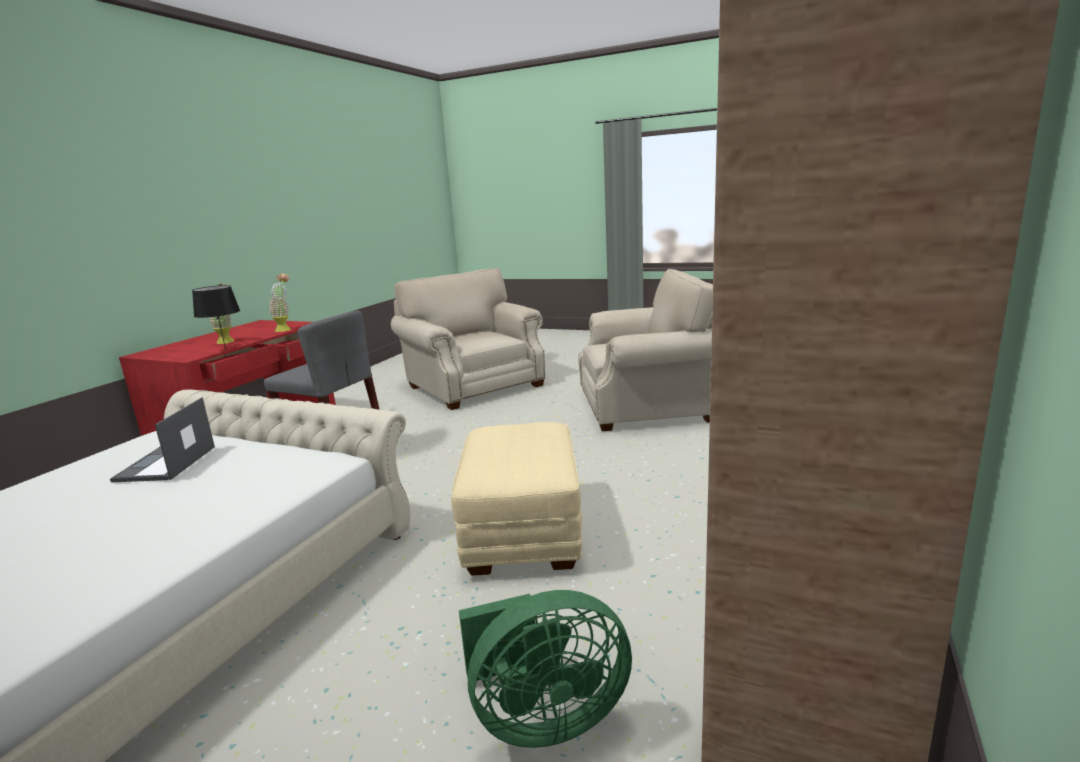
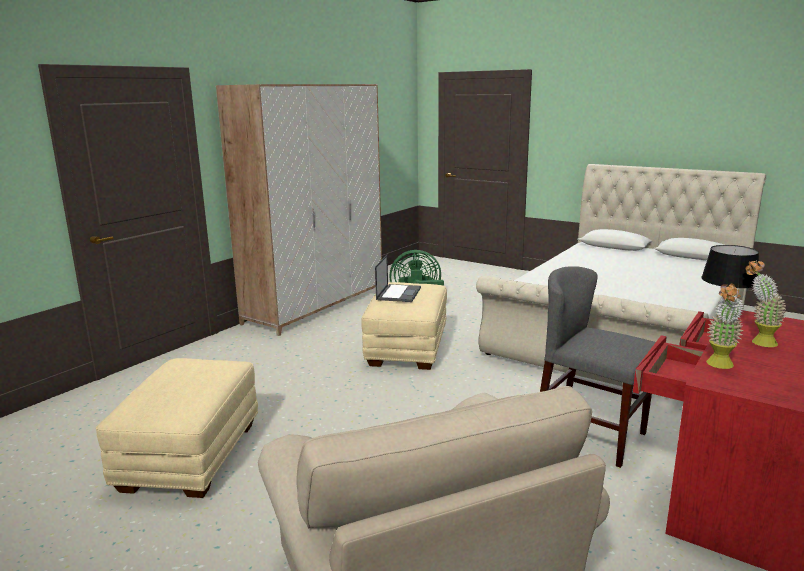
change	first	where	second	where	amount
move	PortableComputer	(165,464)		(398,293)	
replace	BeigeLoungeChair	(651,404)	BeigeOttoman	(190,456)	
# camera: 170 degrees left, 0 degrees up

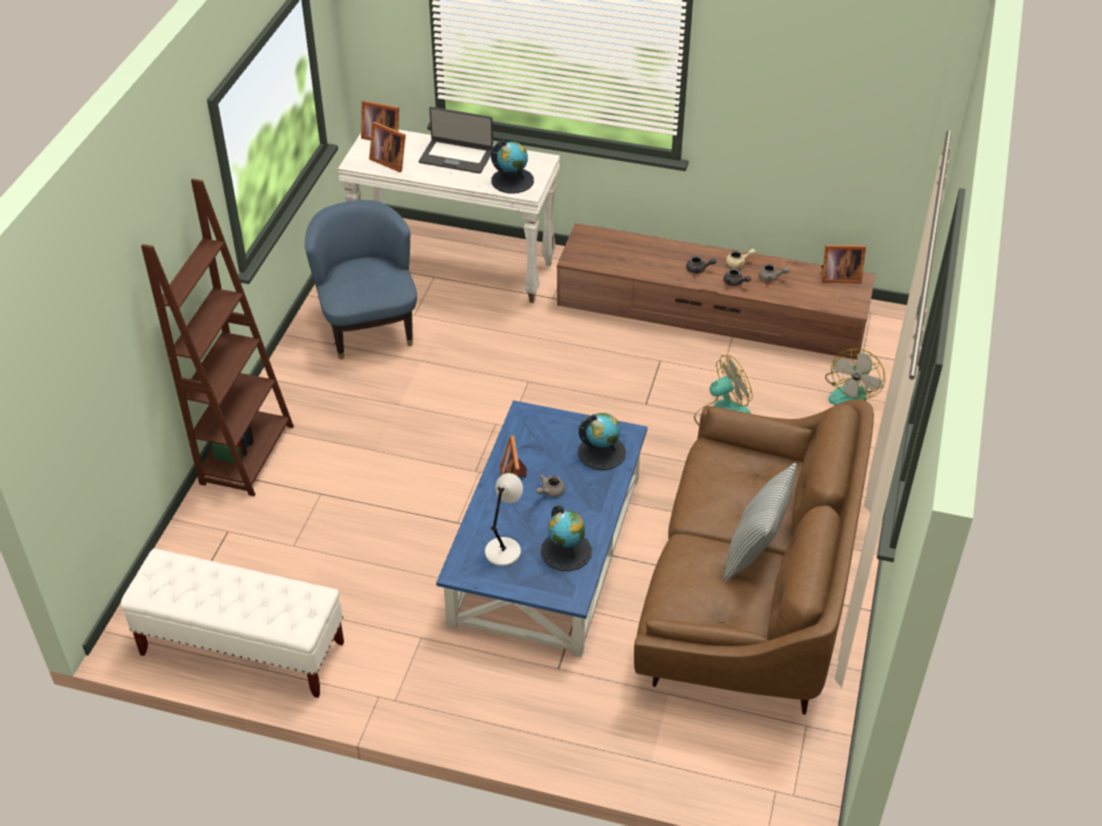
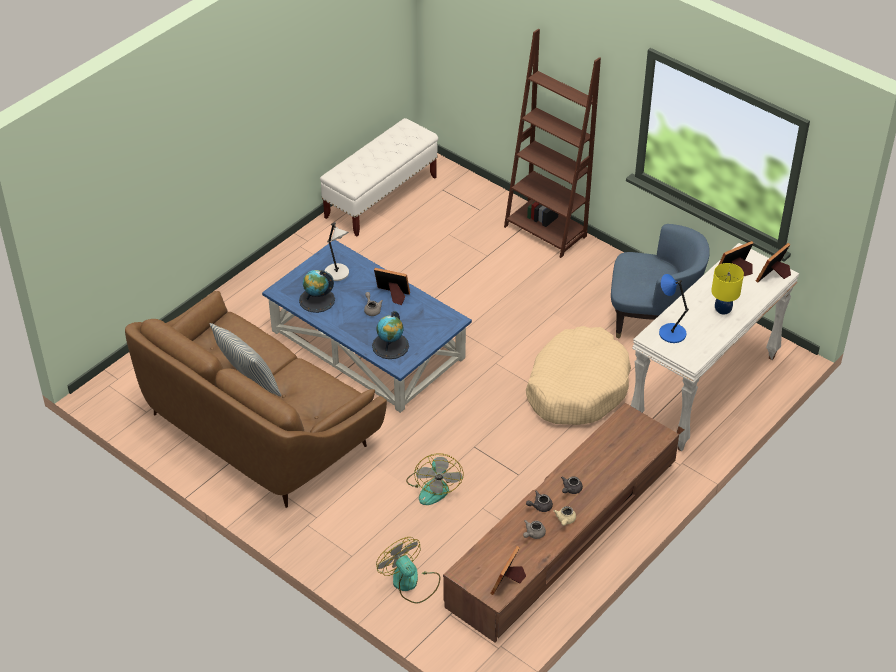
change	first	where	second	where	amount
insert			BeigeDogCushion	(577,387)	
replace	PortableComputer	(456,156)	YellowColouredTabletopLamp	(723,311)	
replace	DeskGlobe	(512,180)	BluishTabletopLamp	(670,333)	
# camera: 115 degrees right, 0 degrees up

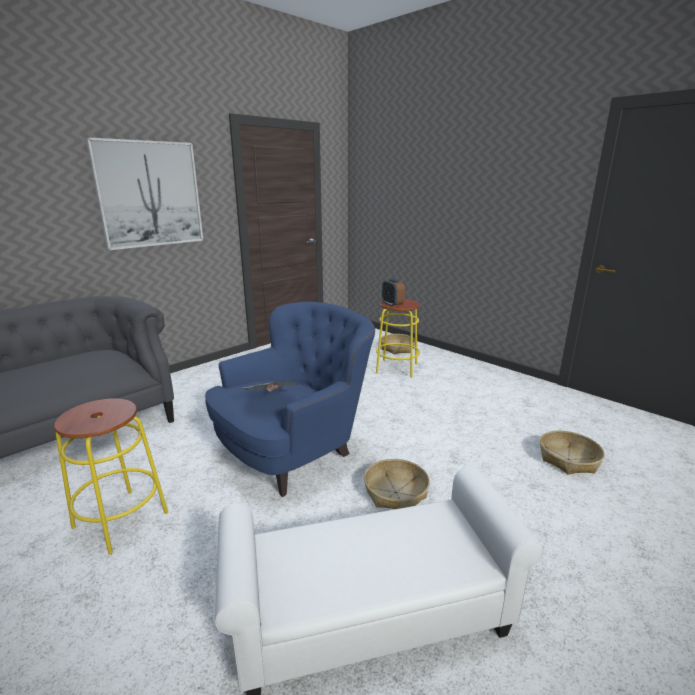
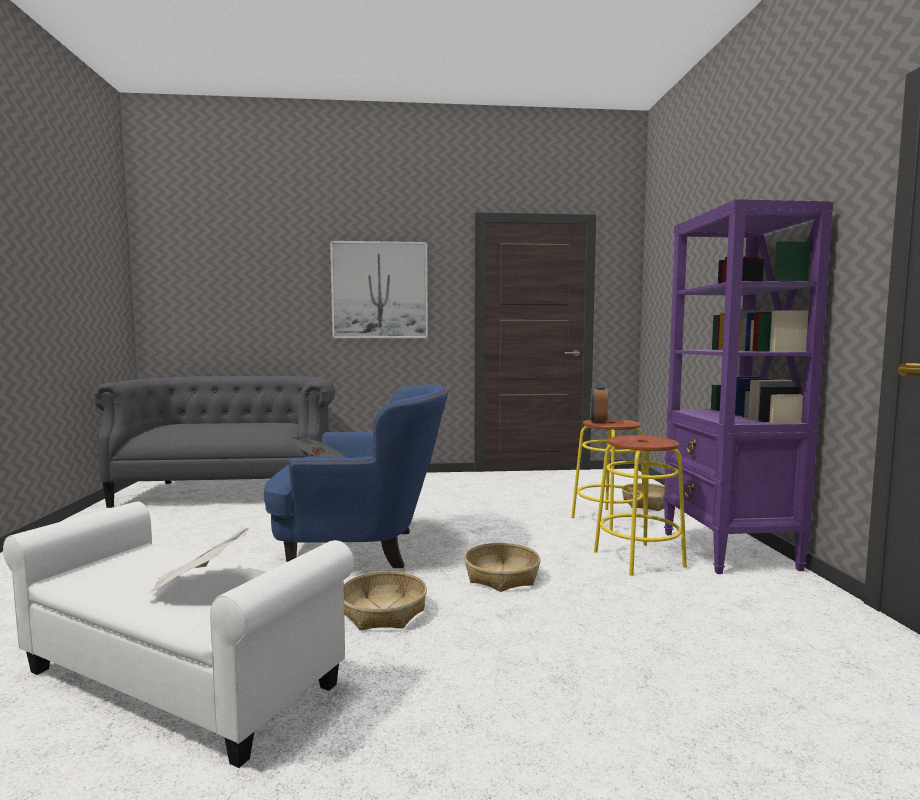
change	first	where	second	where	amount
insert			Newspaper	(199,585)	
insert			PurpleBookshelf	(729,551)	
move	YellowColouredSittingStool	(121,520)		(638,559)	
move	HouseholdBasket	(568,459)		(501,576)	
# camera: 40 degrees right, 15 degrees down

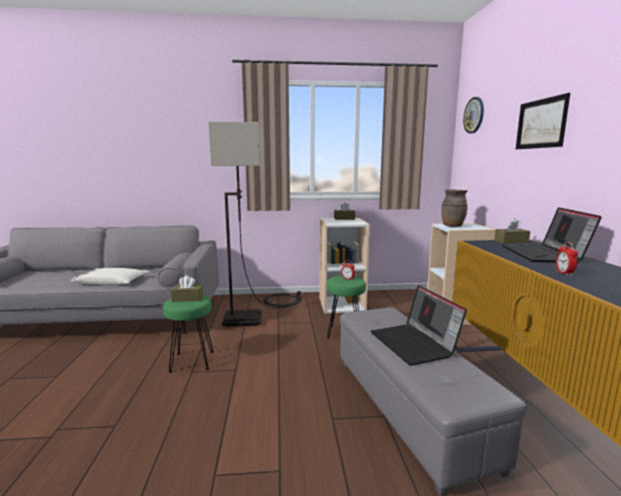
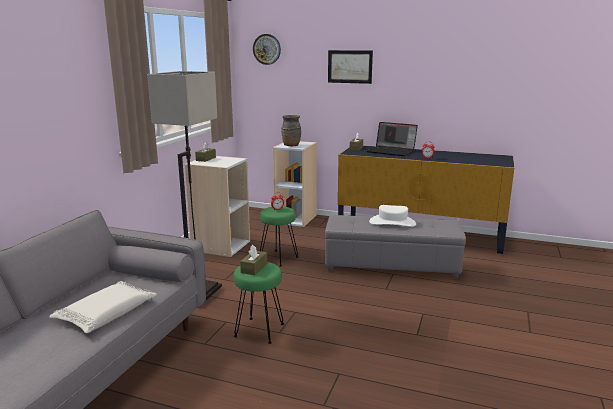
change	first	where	second	where	amount
replace	PortableComputer	(415,344)	WhiteColouredClothingHat	(392,222)	
# camera: 65 degrees left, 5 degrees up

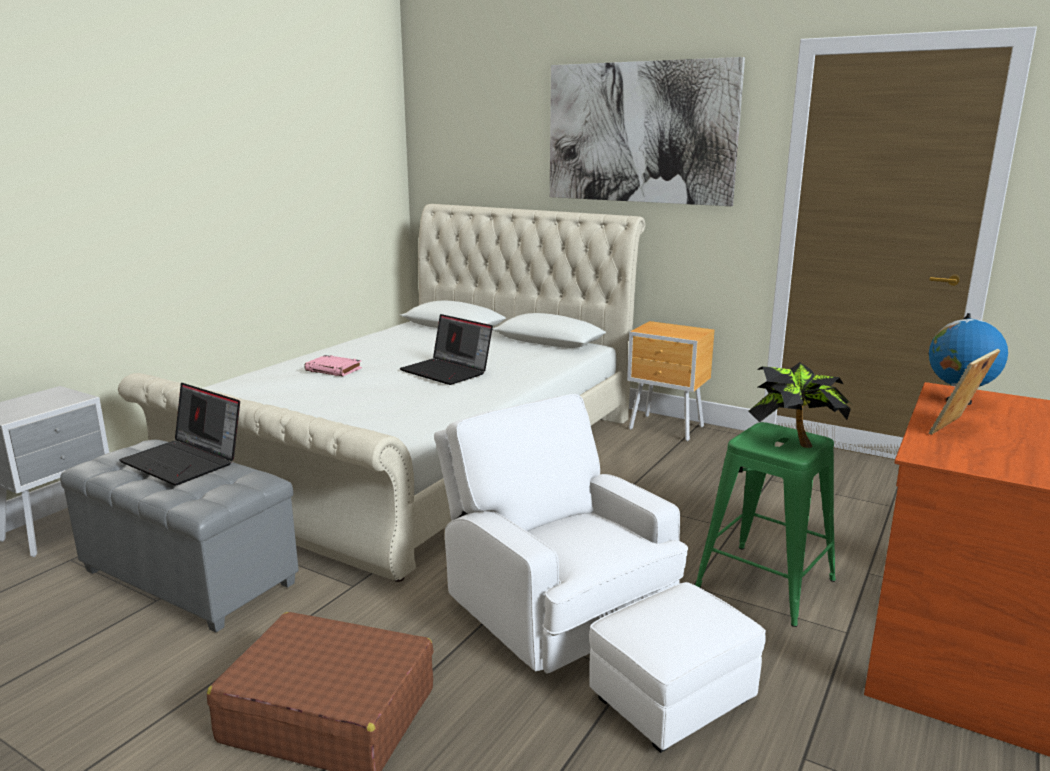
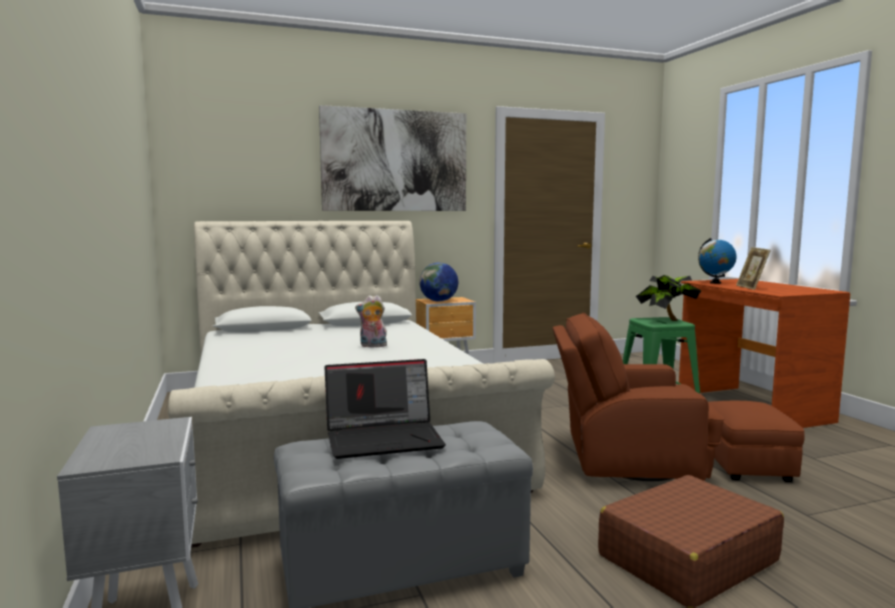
change	first	where	second	where	amount
delete	PinkBook	(334,370)			
insert			DeskGlobe	(439,301)	
replace	PortableComputer	(448,371)	CuddlyToy	(372,346)	
recolor	WhiteColouredLoungeChair	(581,627)	BrownLoungeChair	(655,462)	
# camera: 50 degrees left, 10 degrees down

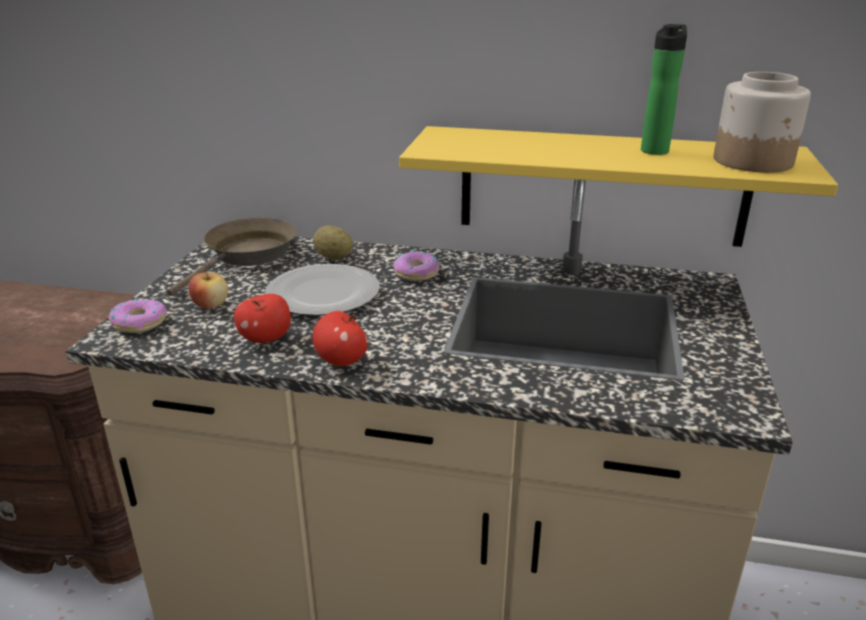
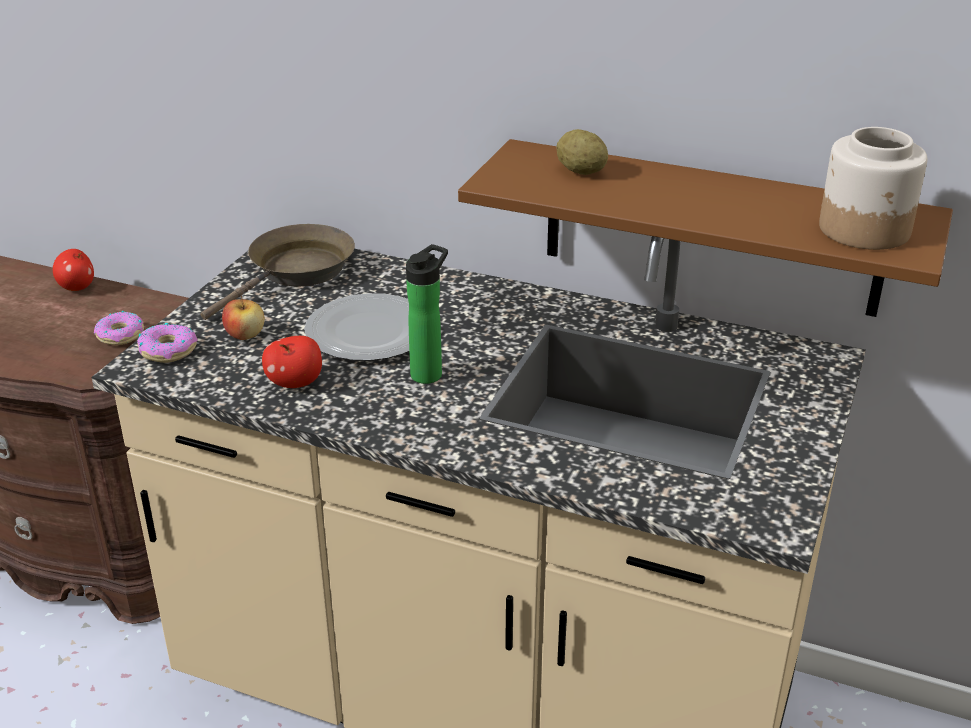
change	first	where	second	where	amount
move	Apple	(341,361)		(77,287)	
move	WholePotato	(333,257)		(581,171)	
move	RingDoughnut	(417,273)		(121,335)	
move	DrinkBottle	(655,150)		(429,373)	
recolor	YellowColouredWallShelf	(602,186)	BrownWallShelf	(711,228)	
# camera: 10 degrees right, 5 degrees up

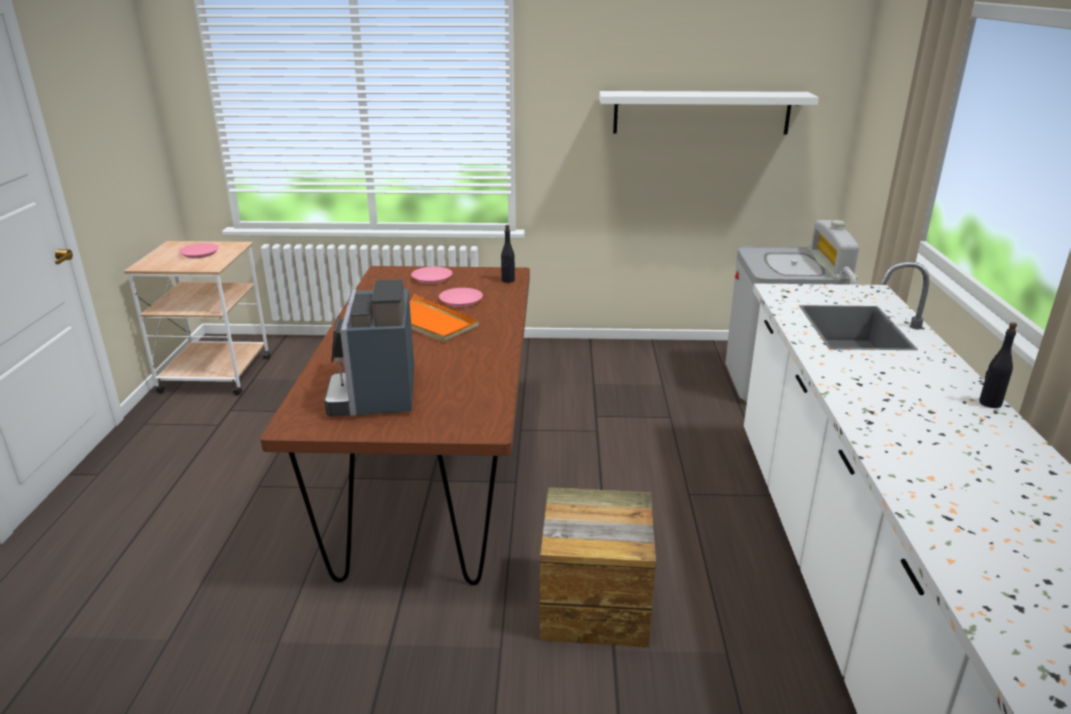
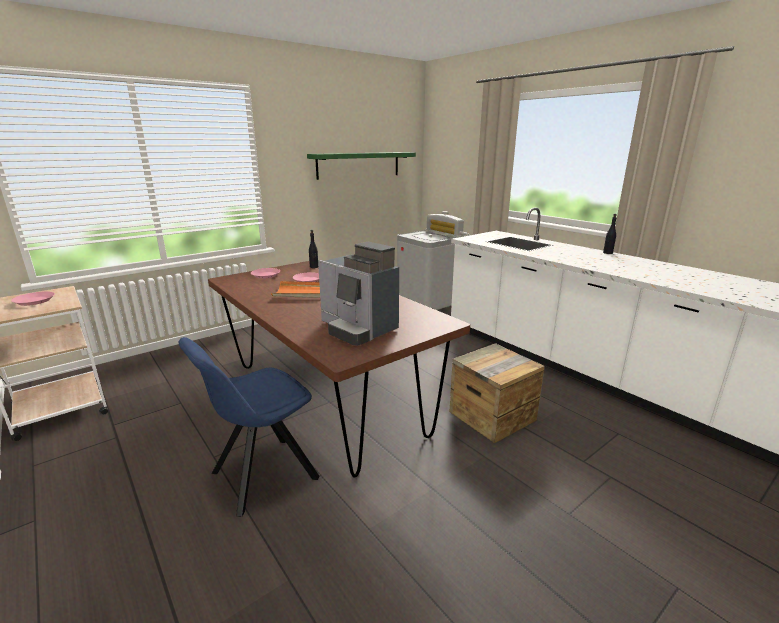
change	first	where	second	where	amount
insert			BluishChair	(264,475)	
recolor	WhiteColouredWallShelf	(701,112)	GreenColouredWallShelf	(359,165)	
# camera: 40 degrees left, 5 degrees down

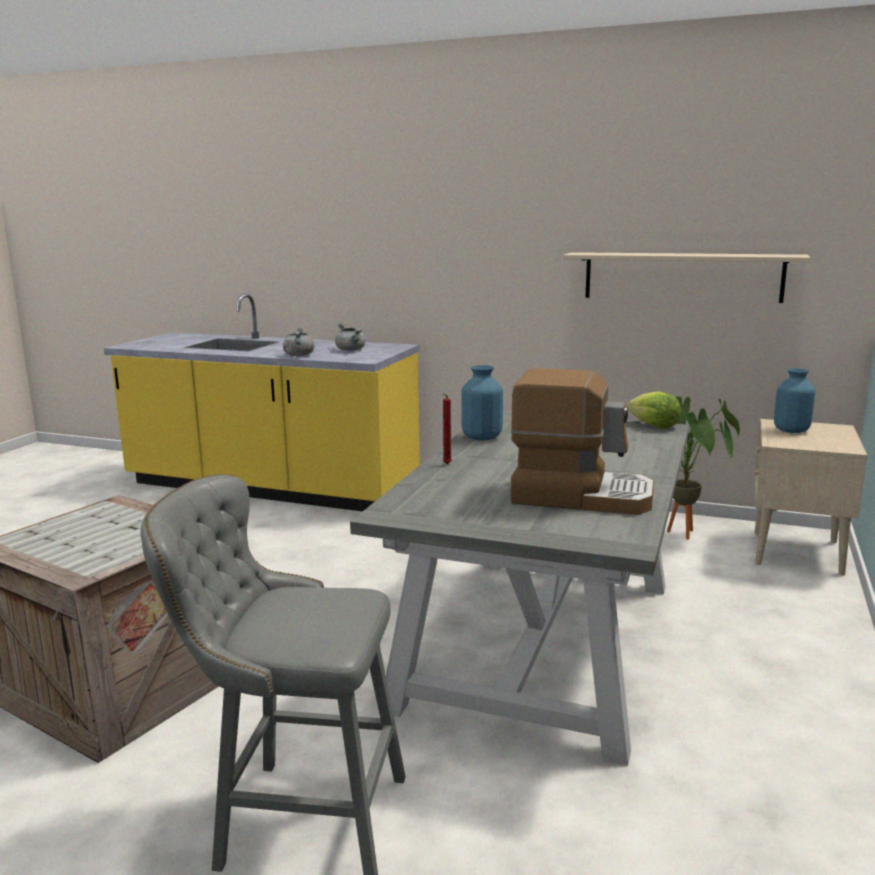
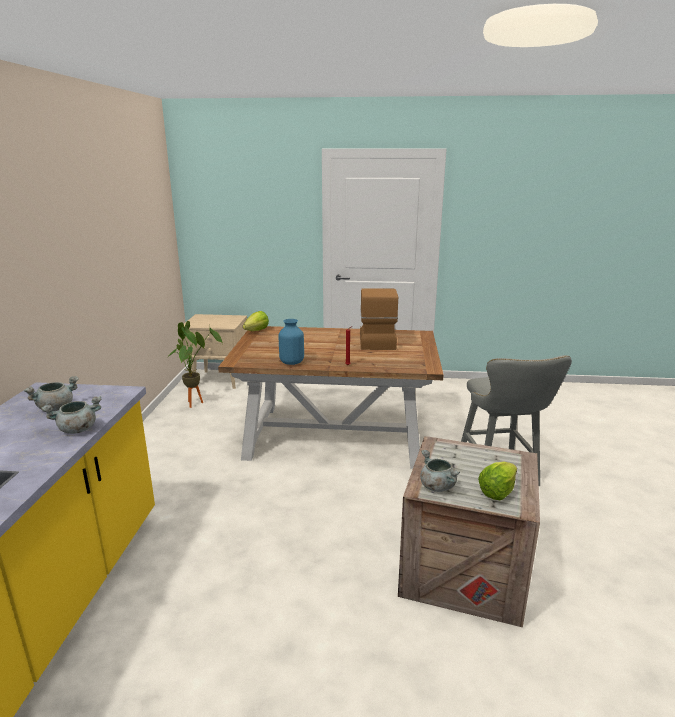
change	first	where	second	where	amount
delete	BeigeWallShelf	(682,276)			
delete	BluishDecorativeVase	(790,430)			
insert			GreyishStockpot	(436,486)	
insert			Lettuce	(497,492)	
recolor	GreyishDiningTable	(542,639)	BrownDiningTable	(334,435)	
# camera: 105 degrees left, 5 degrees up

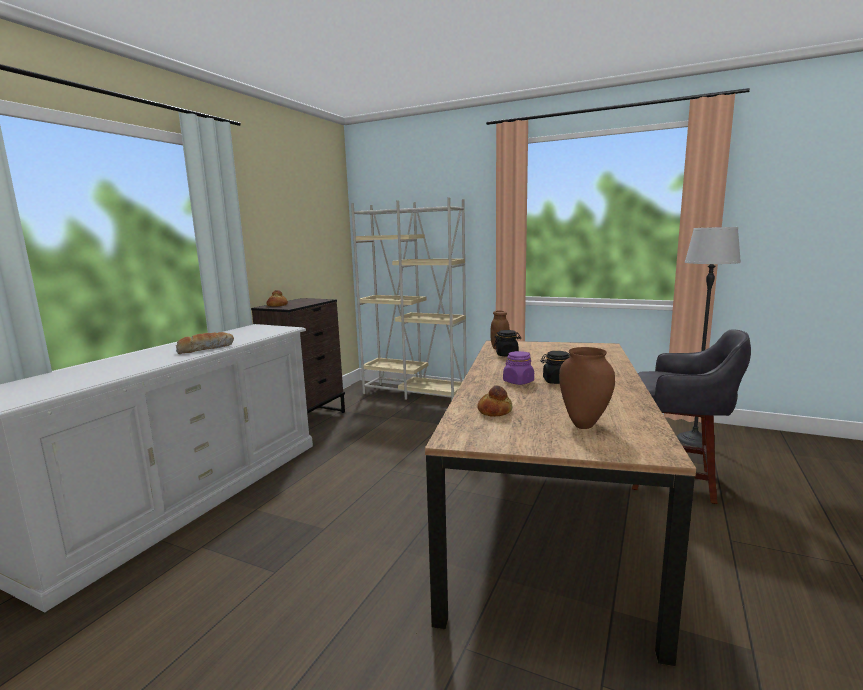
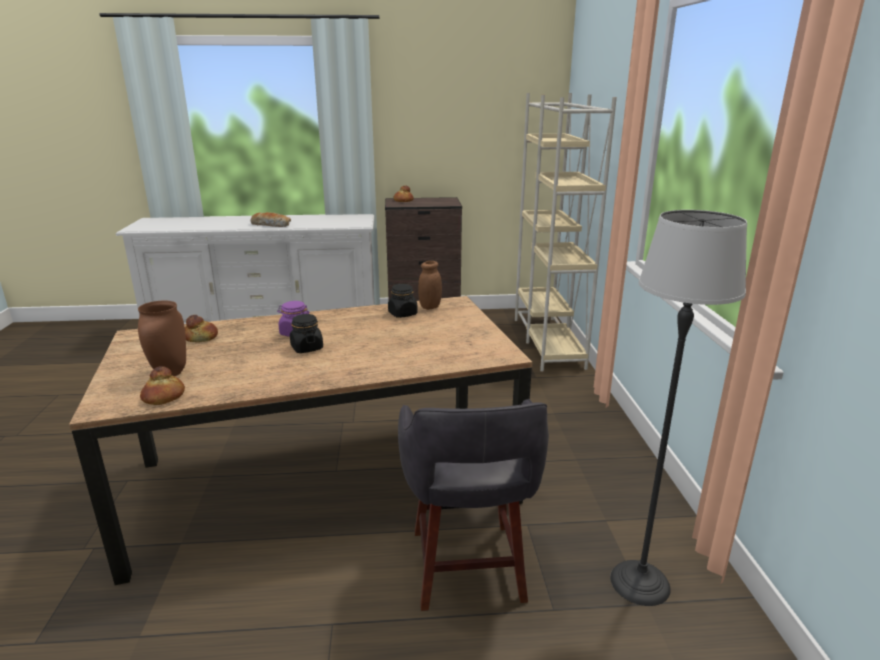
change	first	where	second	where	amount
insert			Bread	(164,397)	
# camera: 60 degrees right, 10 degrees up

